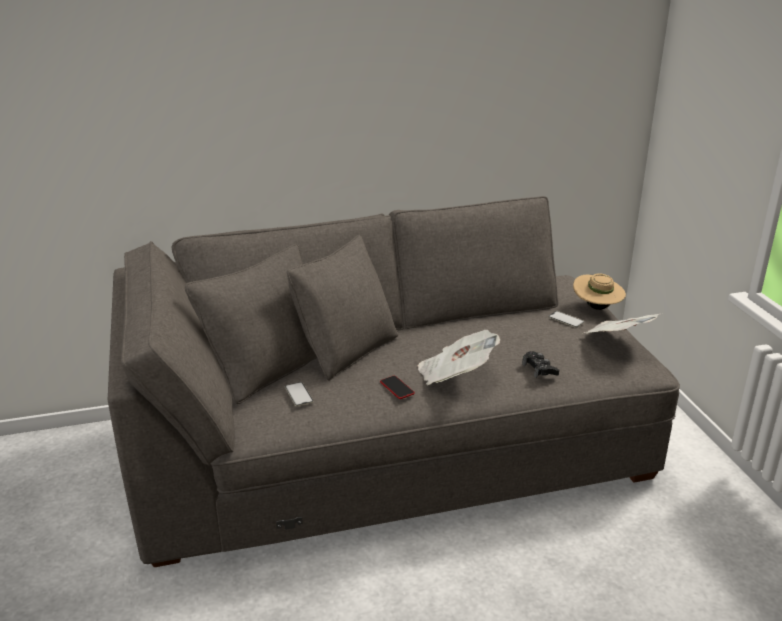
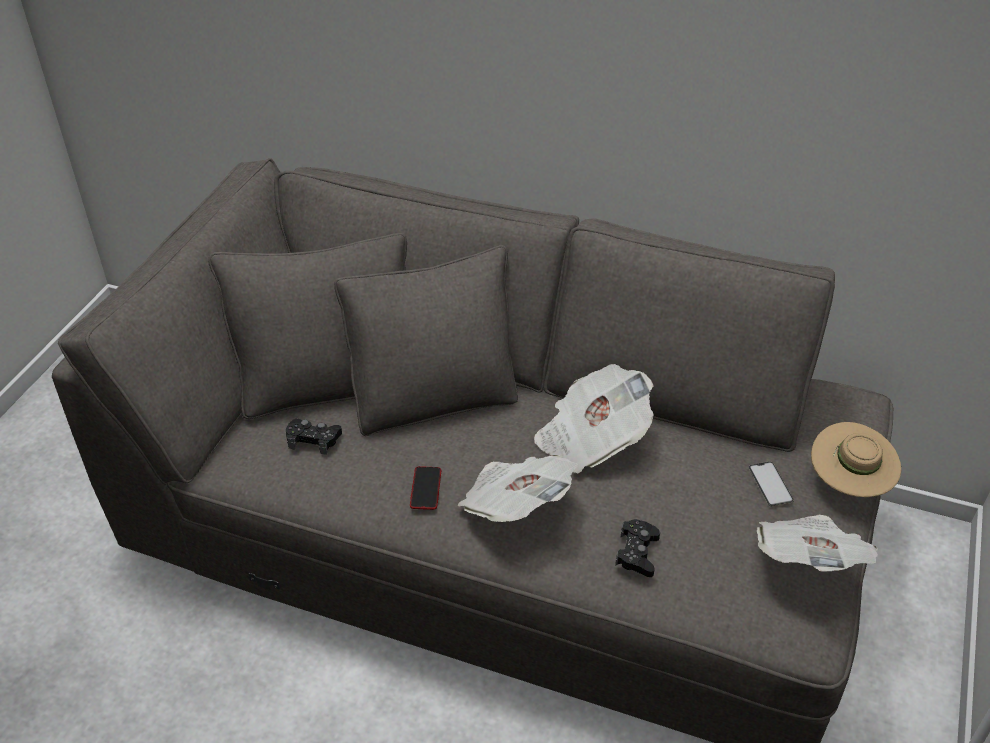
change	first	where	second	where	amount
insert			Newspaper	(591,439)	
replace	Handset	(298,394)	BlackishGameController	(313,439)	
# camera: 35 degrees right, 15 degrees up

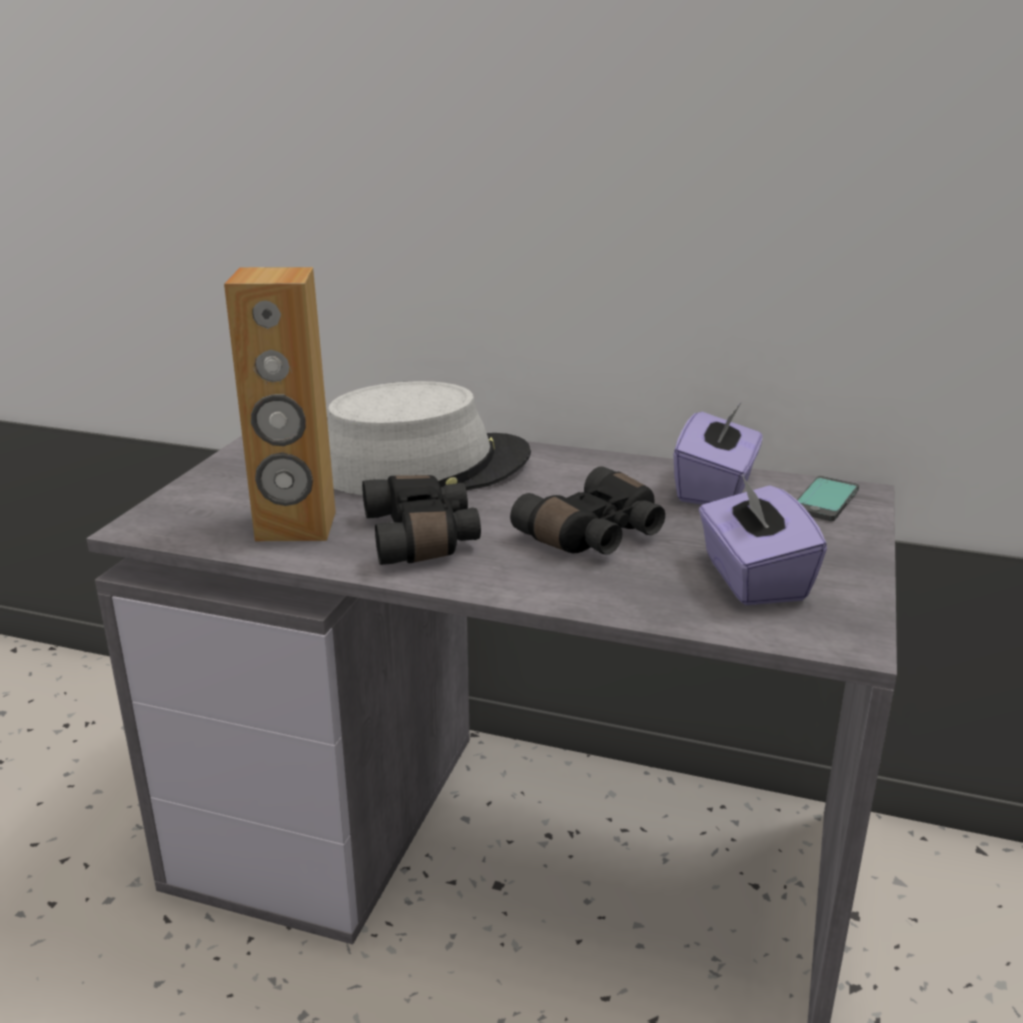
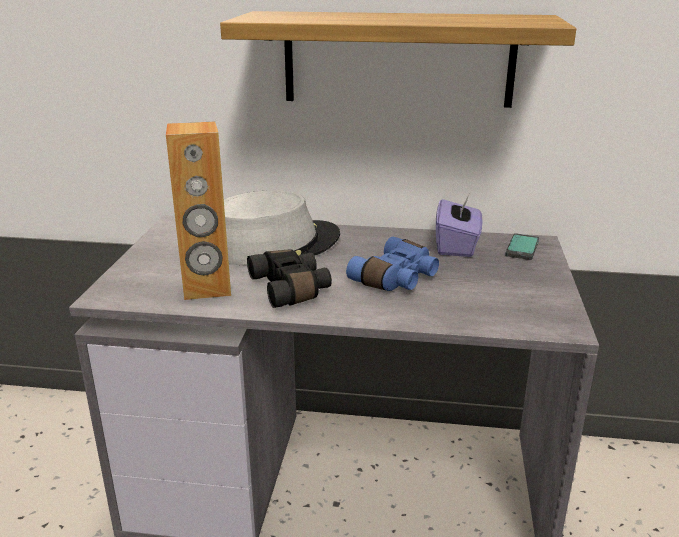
change	first	where	second	where	amount
delete	PurpleBoxOfTissues	(752,578)			
insert			WallShelf	(398,59)	
recolor	BlackishBinoculars	(596,535)	BluishBinoculars	(397,279)	
# camera: 10 degrees left, 0 degrees up

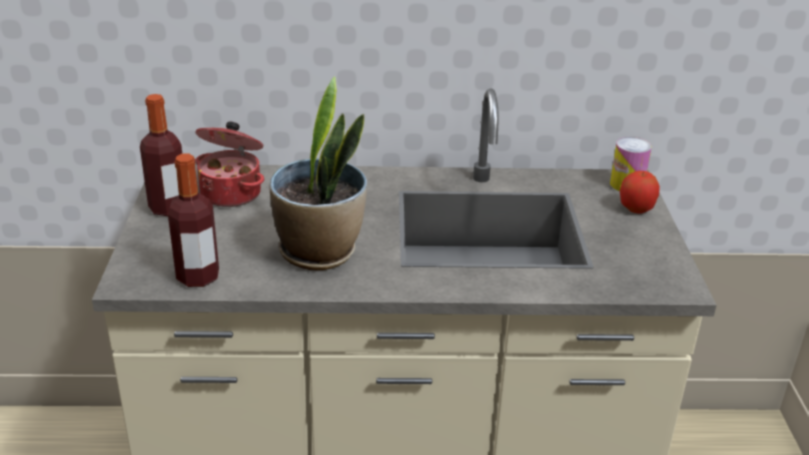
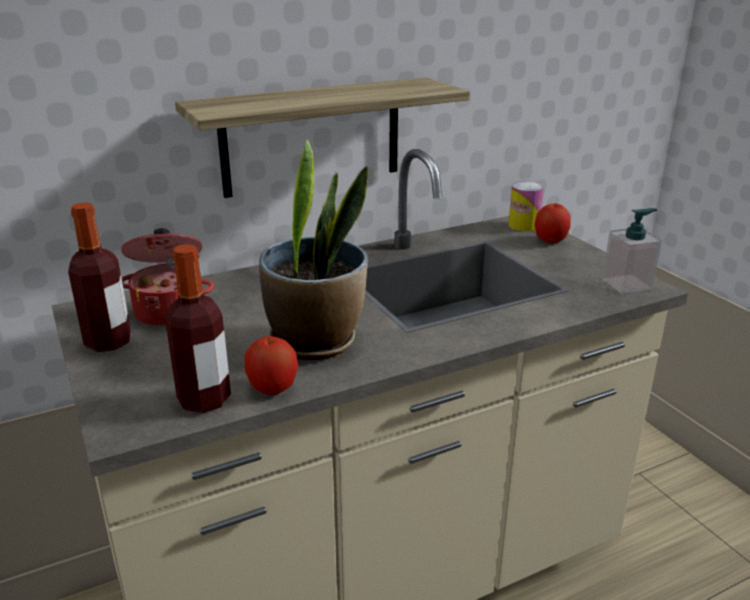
change	first	where	second	where	amount
insert			WallShelf	(312,137)	
insert			Apple	(272,388)	
insert			SoapDispenser	(627,284)	
# camera: 25 degrees left, 5 degrees down

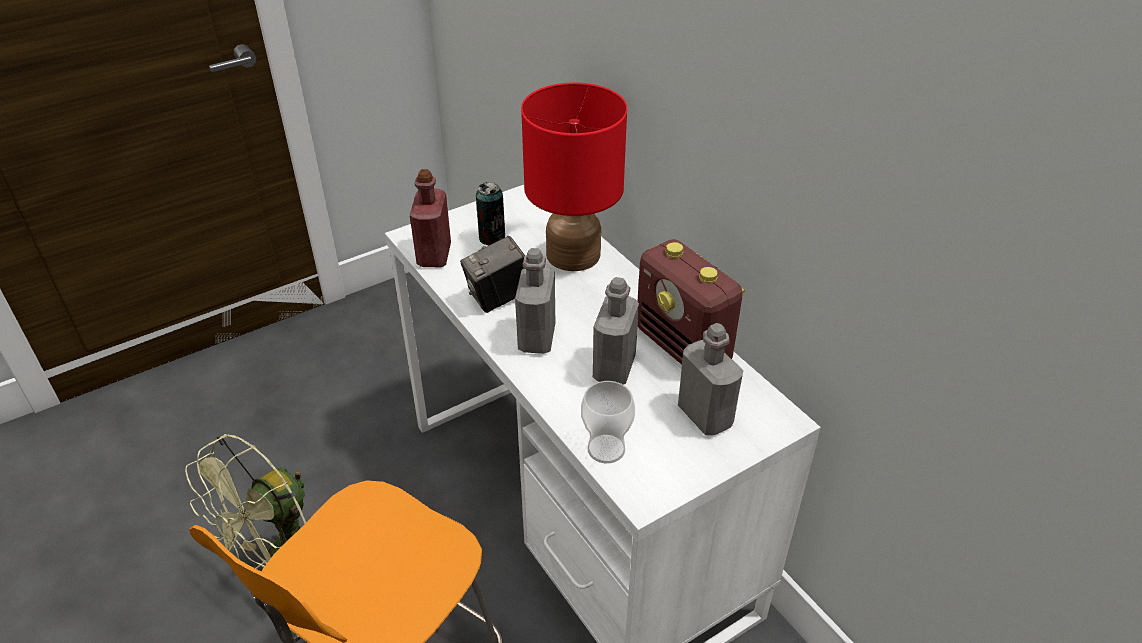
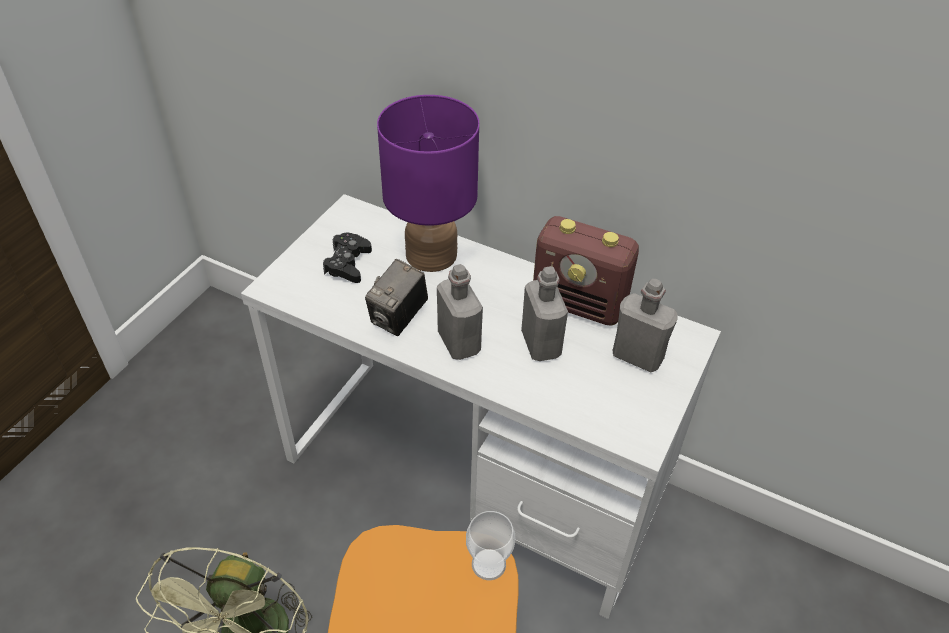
change	first	where	second	where	amount
delete	ReddishDrinkBottle	(434,255)			
move	SmallCup	(606,449)		(488,564)	
replace	SealedCan	(492,238)	BlackishGameController	(348,263)	
recolor	ReddishTabletopLamp	(573,254)	PurpleTabletopLamp	(430,254)	
# camera: 30 degrees left, 5 degrees up

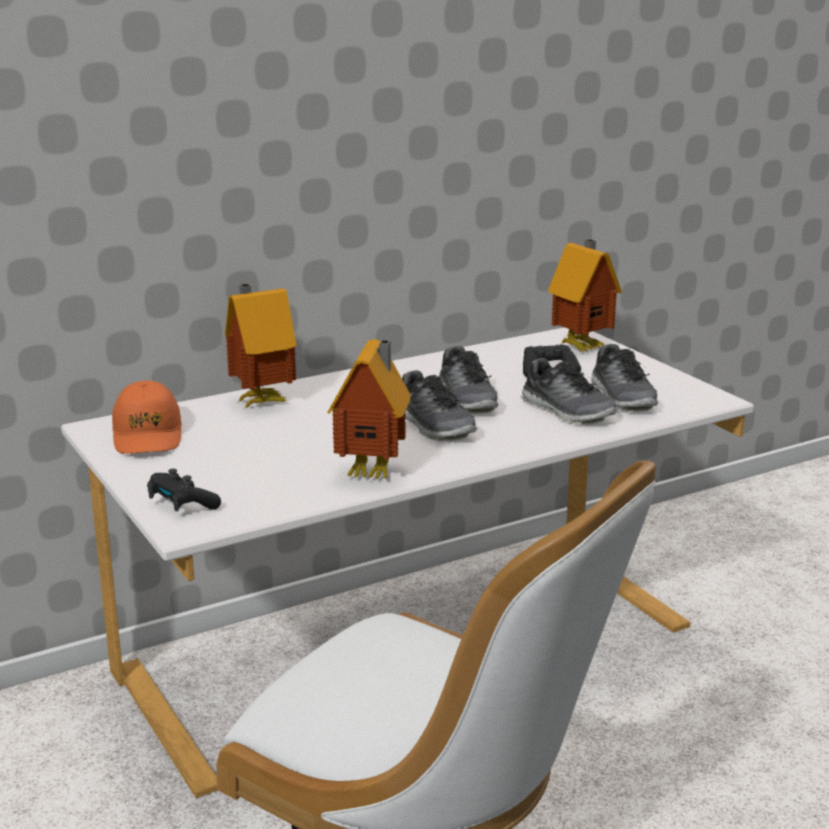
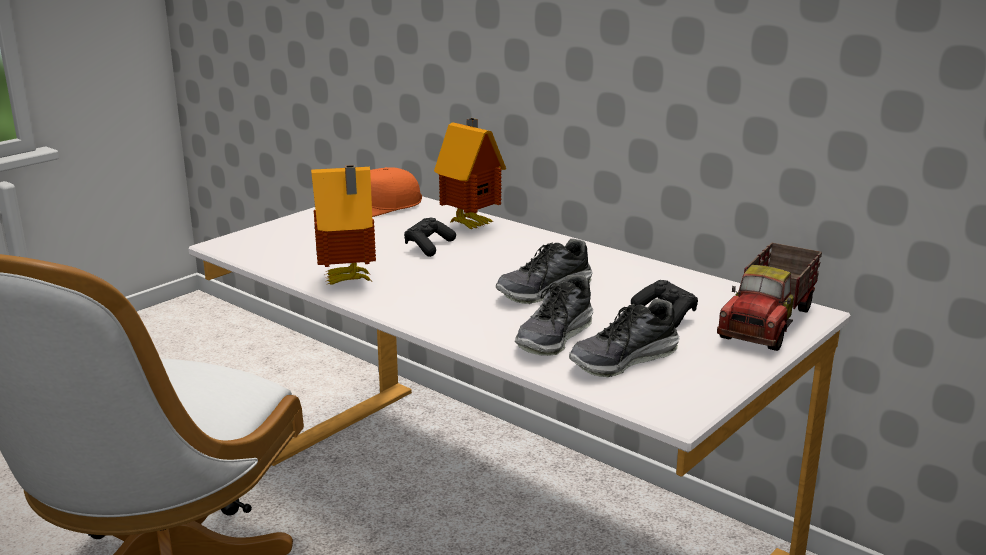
change	first	where	second	where	amount
delete	LowShoe	(434,426)			
move	BlackishGameController	(182,504)		(429,246)	
replace	MiniatureHouse	(583,346)	ToyTruck	(769,323)	
# camera: 70 degrees right, 0 degrees up

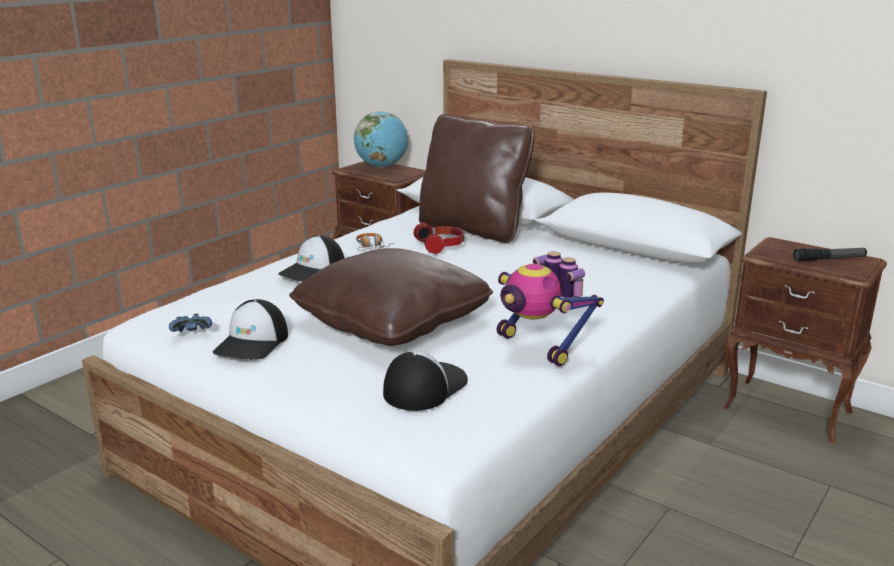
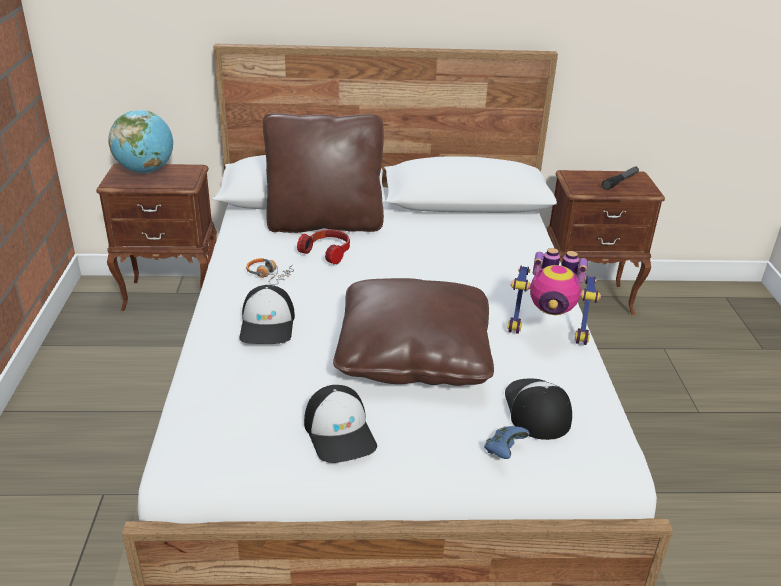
change	first	where	second	where	amount
move	BluishGameController	(192,333)		(504,450)	
# camera: 40 degrees left, 10 degrees up

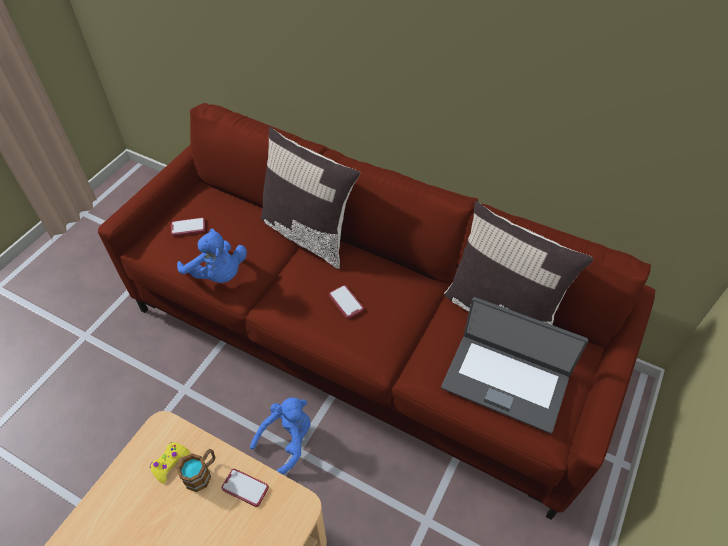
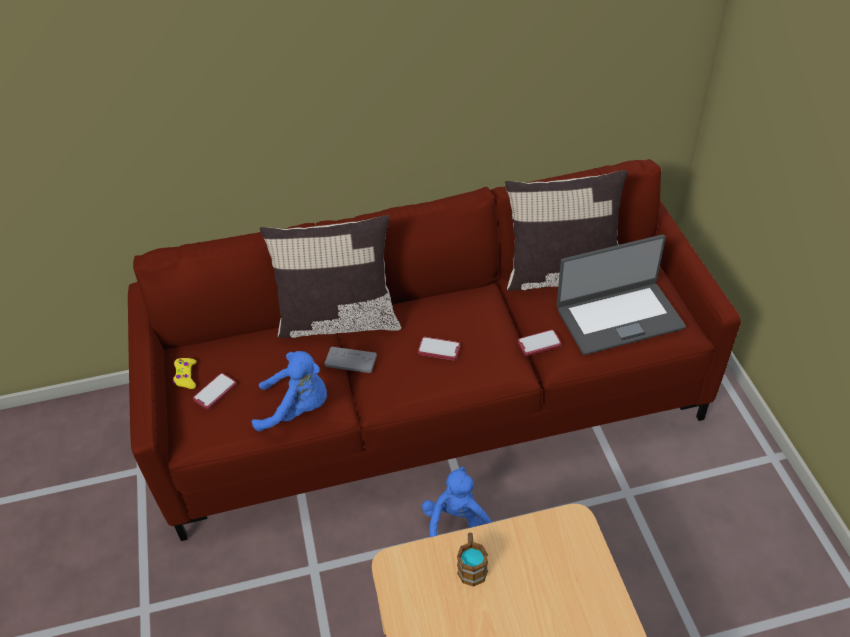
change	first	where	second	where	amount
insert			GreyishGameController	(350,360)	
move	YellowColouredGameController	(170,463)		(186,376)	
move	Handset	(245,488)		(539,343)	
# camera: 40 degrees left, 5 degrees down

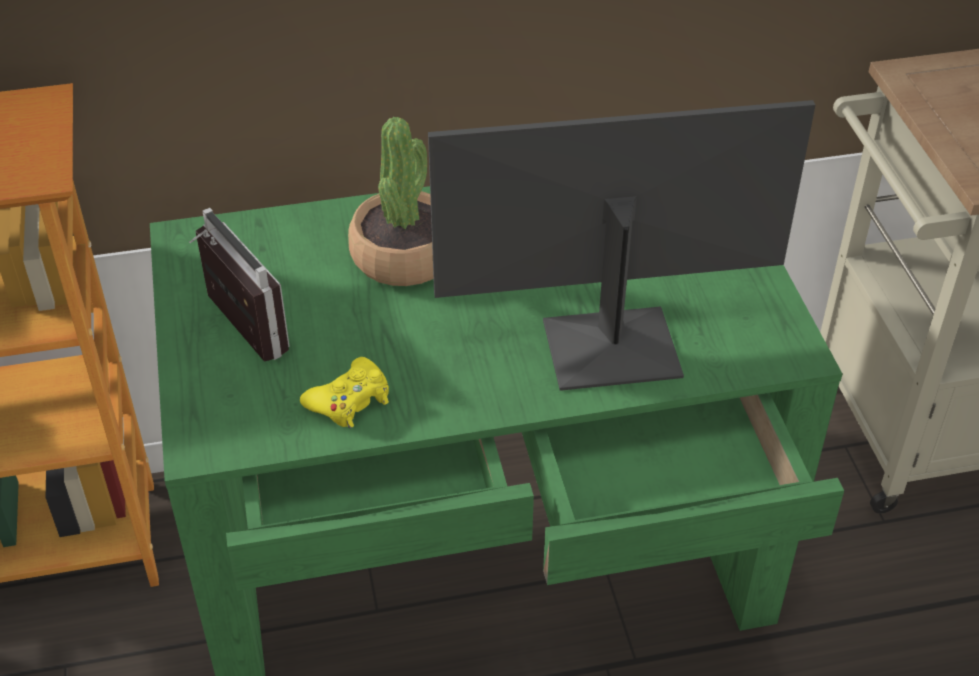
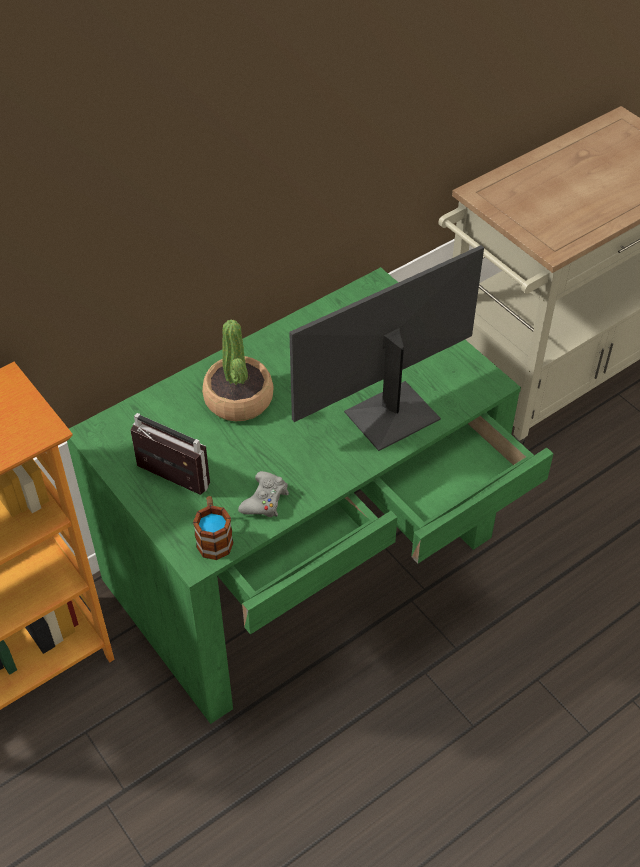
change	first	where	second	where	amount
insert			Mug	(214,537)	
recolor	YellowColouredGameController	(350,401)	GreyishGameController	(265,500)	
# camera: 25 degrees left, 5 degrees up

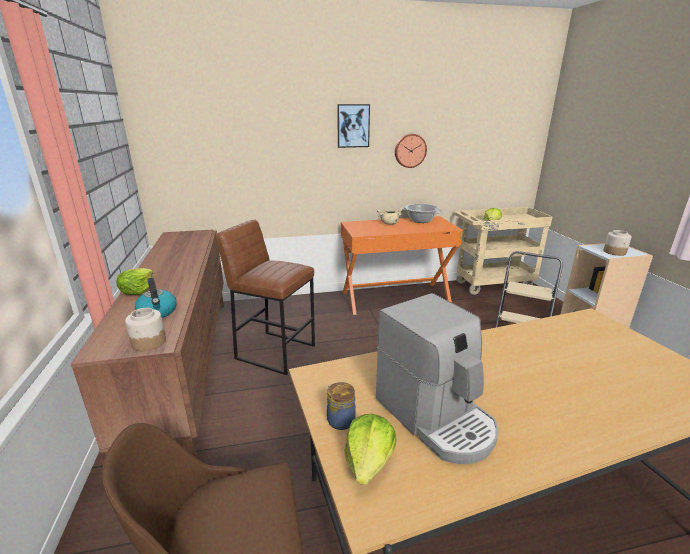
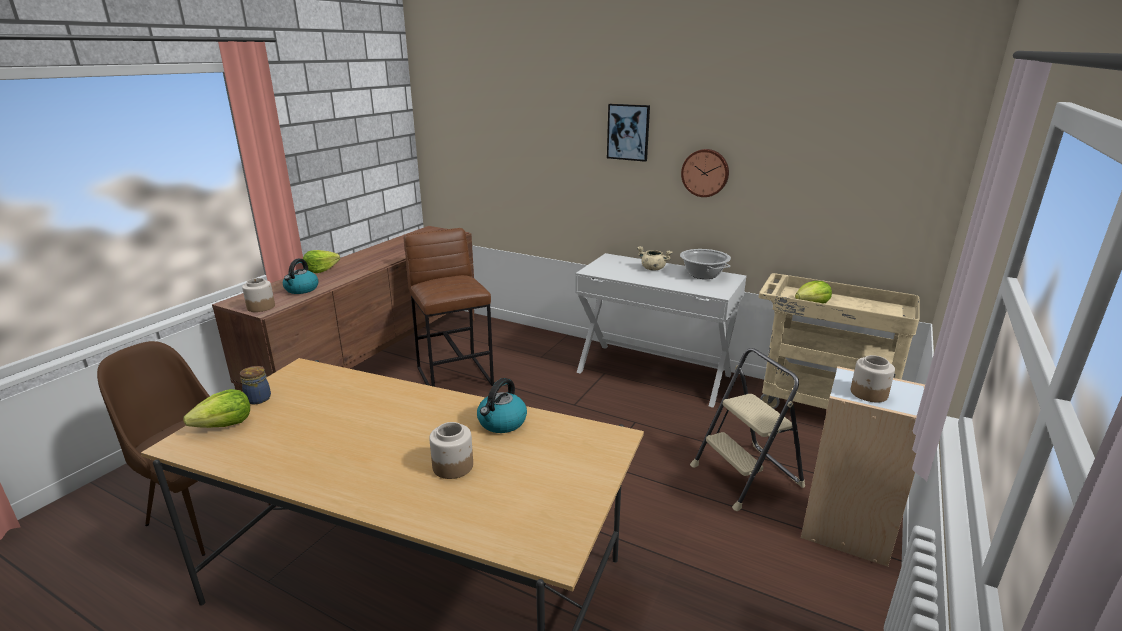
change	first	where	second	where	amount
delete	CoffeeBrewer	(436,417)			
insert			PreserveJar	(452,466)	
insert			WaterKettle	(502,422)	
recolor	OrangeColouredConsoleTable	(395,298)	WhiteColouredConsoleTable	(654,373)	
# camera: 40 degrees right, 0 degrees up

